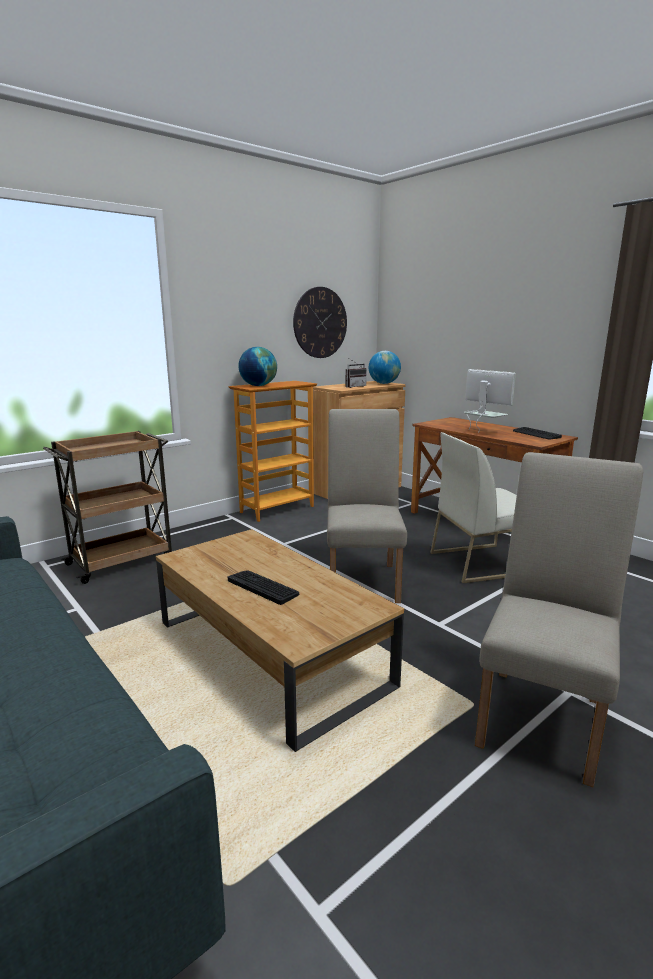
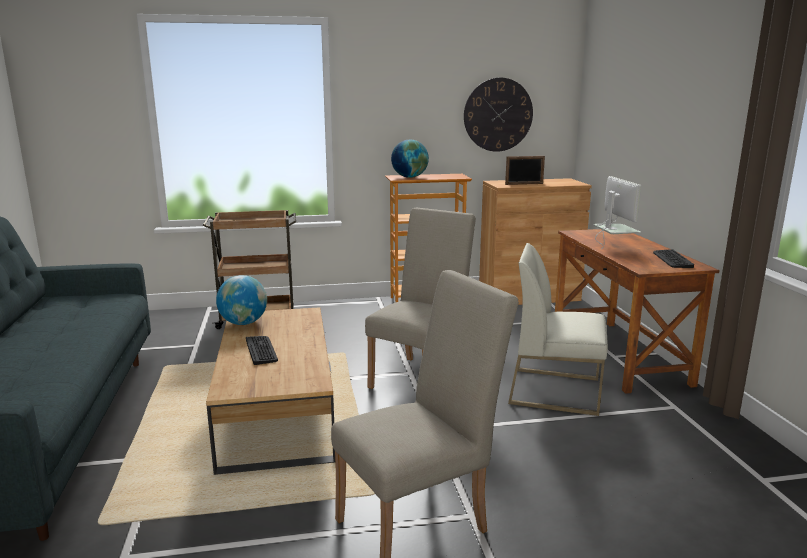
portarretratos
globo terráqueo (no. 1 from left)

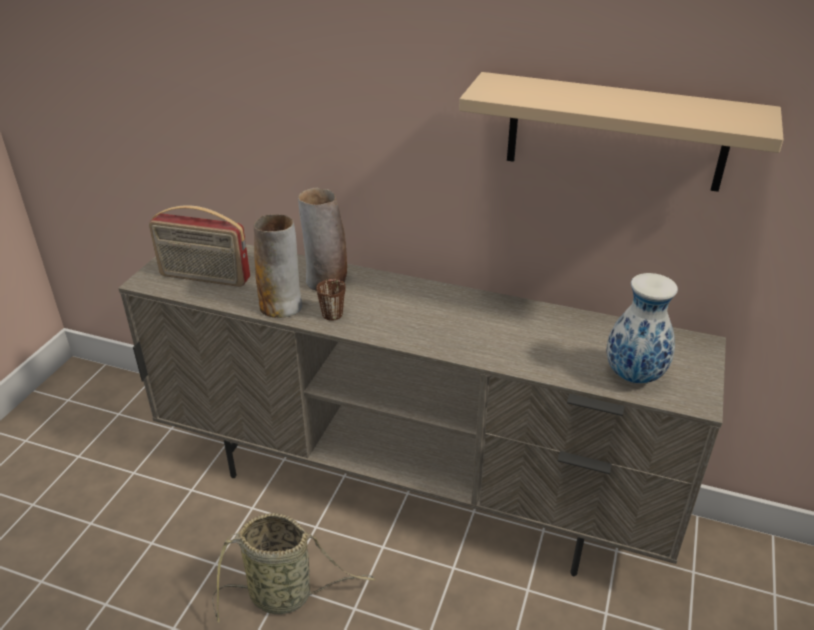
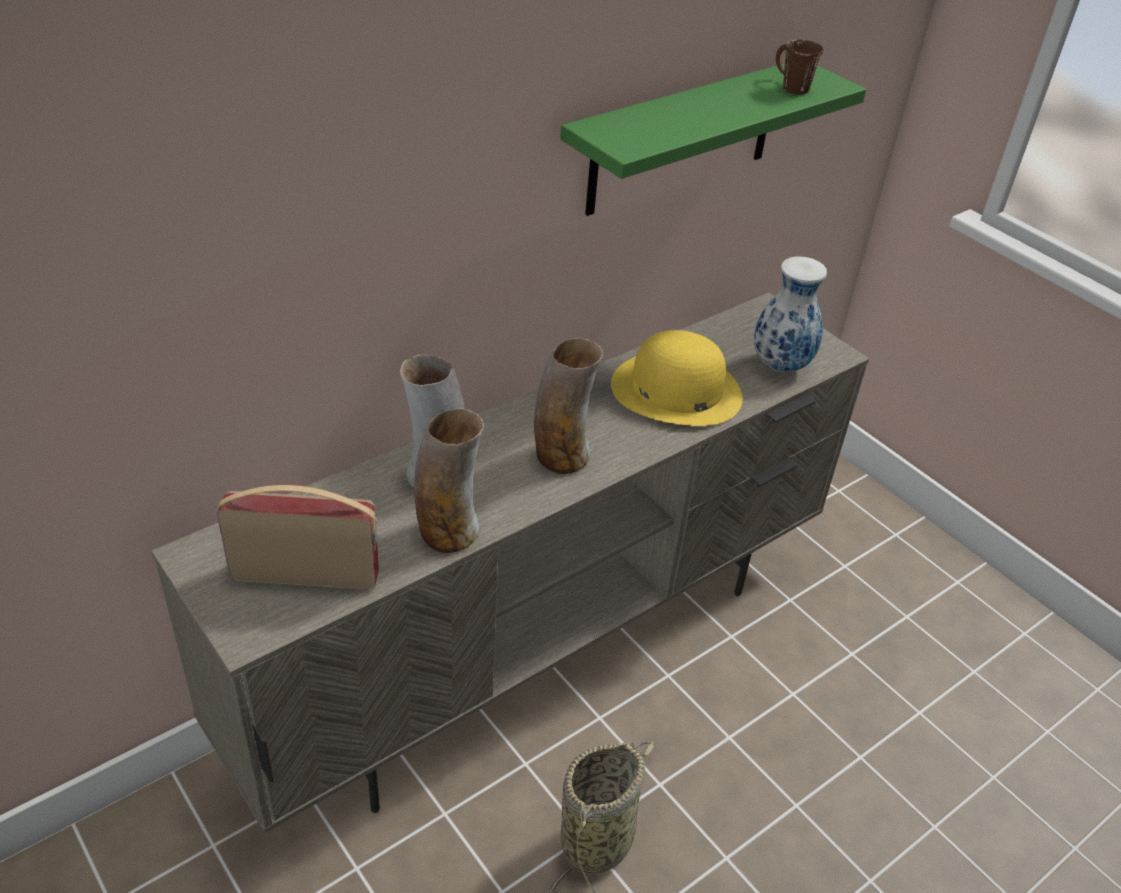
radio
taza grande [marrón]
estante [verde]
florero (no. 3 from left)
sombrero [amarillo]

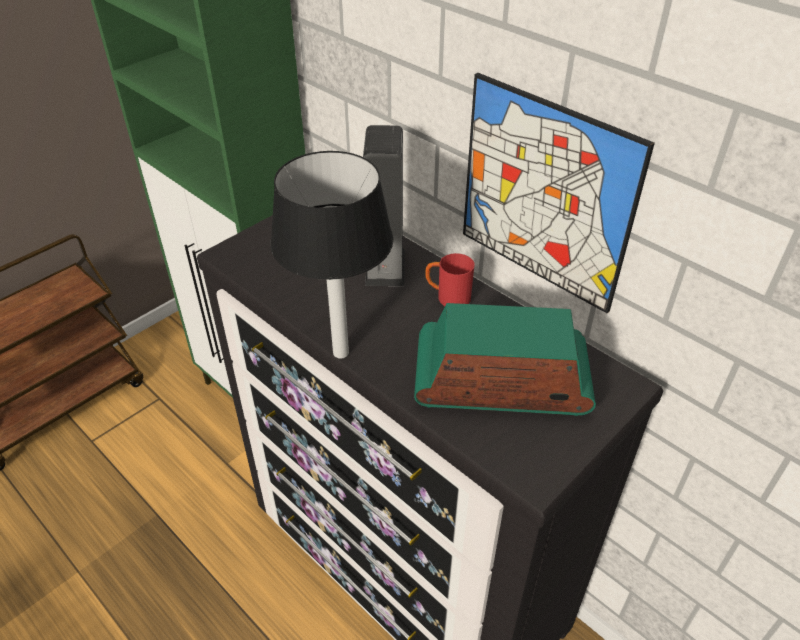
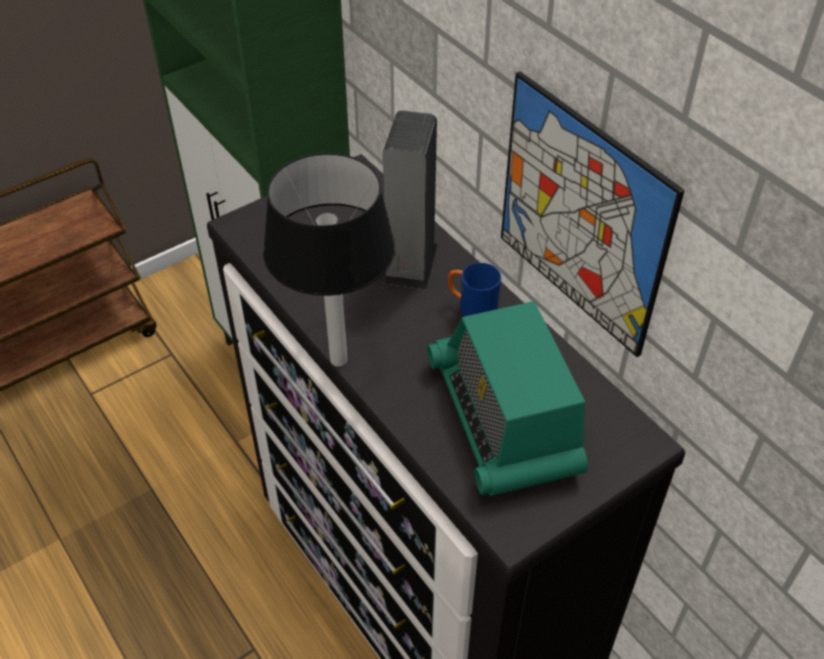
radio
taza grande [azul]

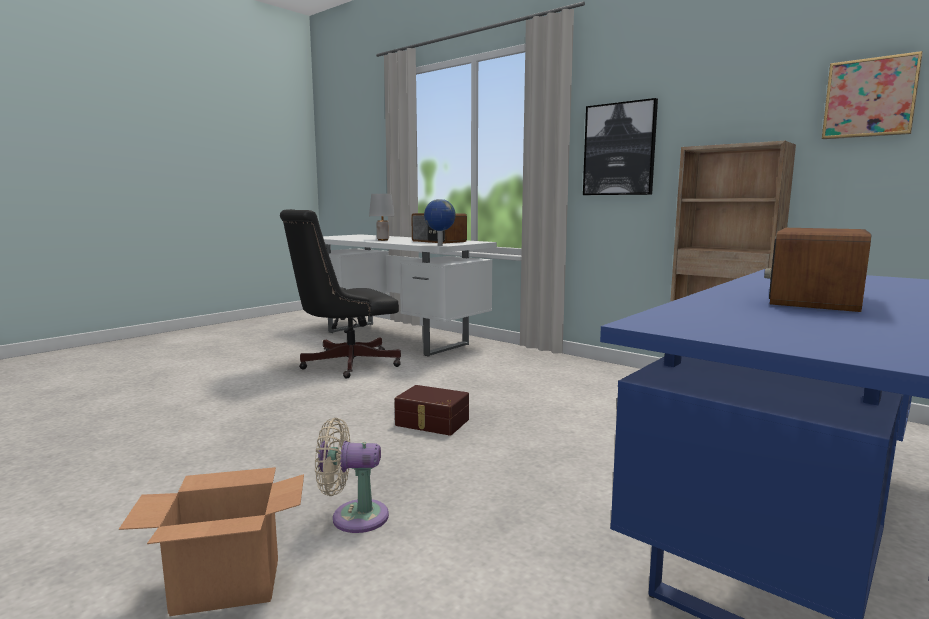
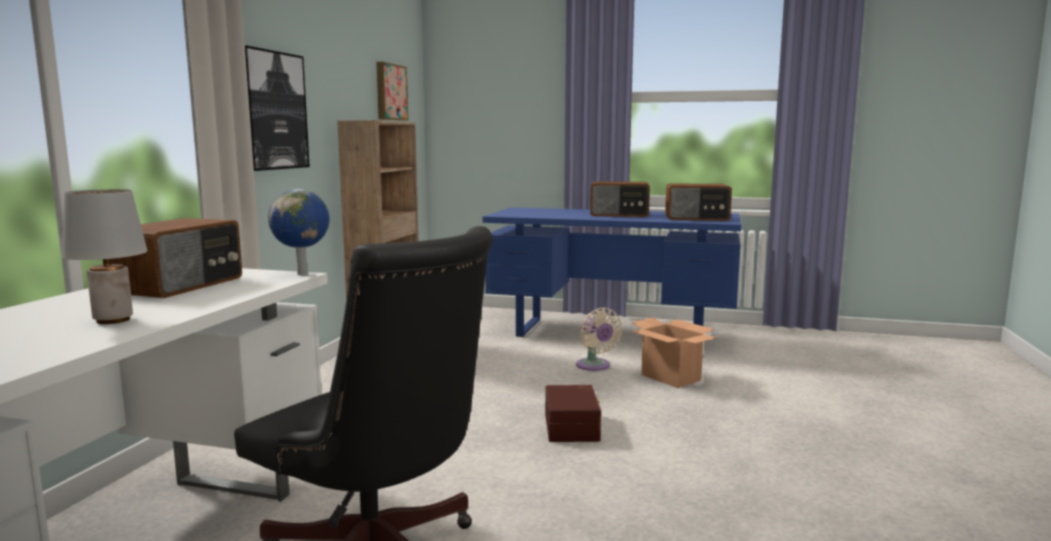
caja de cartón
ventilador [beis]
radio (no. 3 from left)

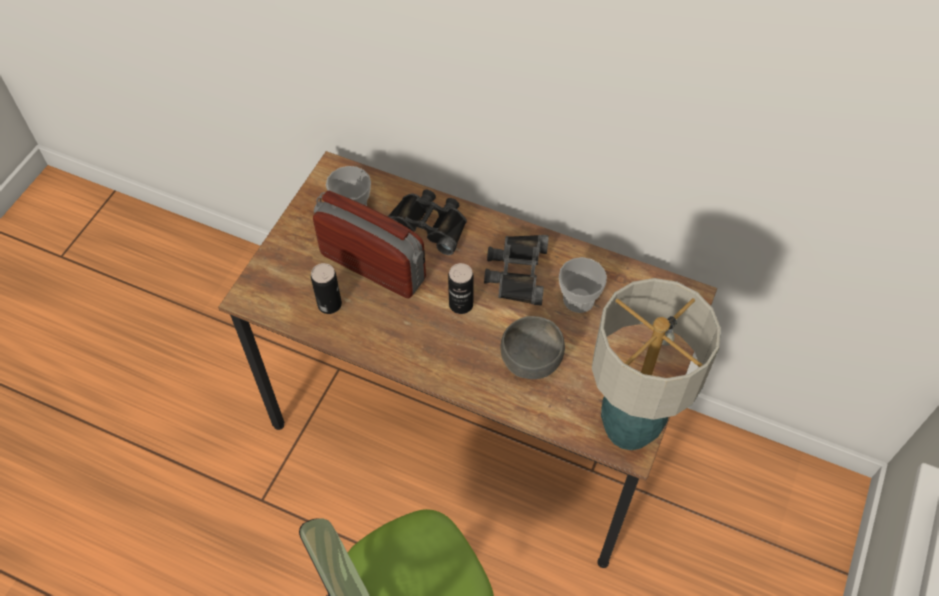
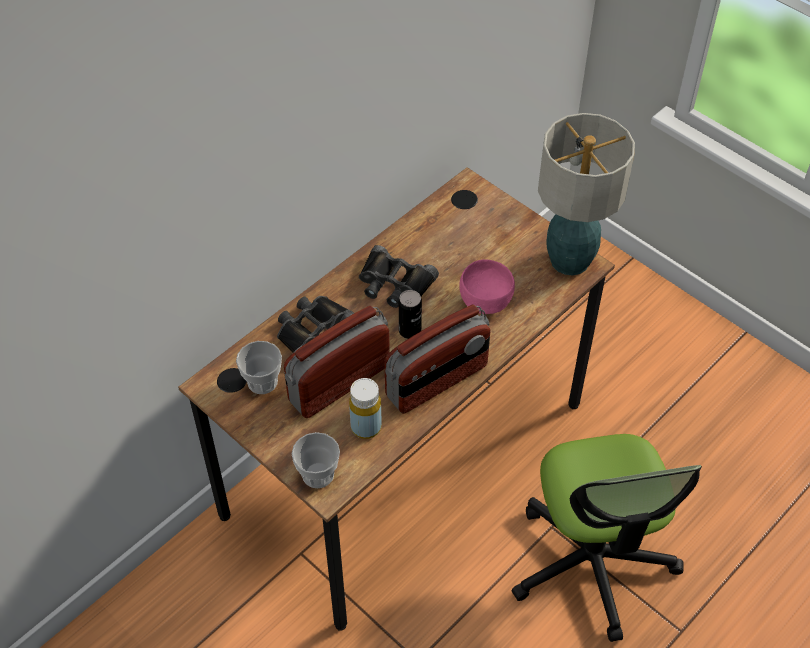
botella [amarillo]
cuenco [rosa]
taza (no. 2 from left)
radio (no. 2 from left)

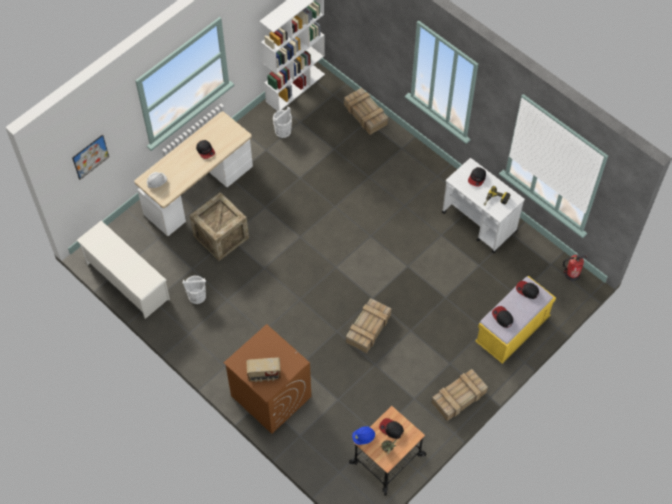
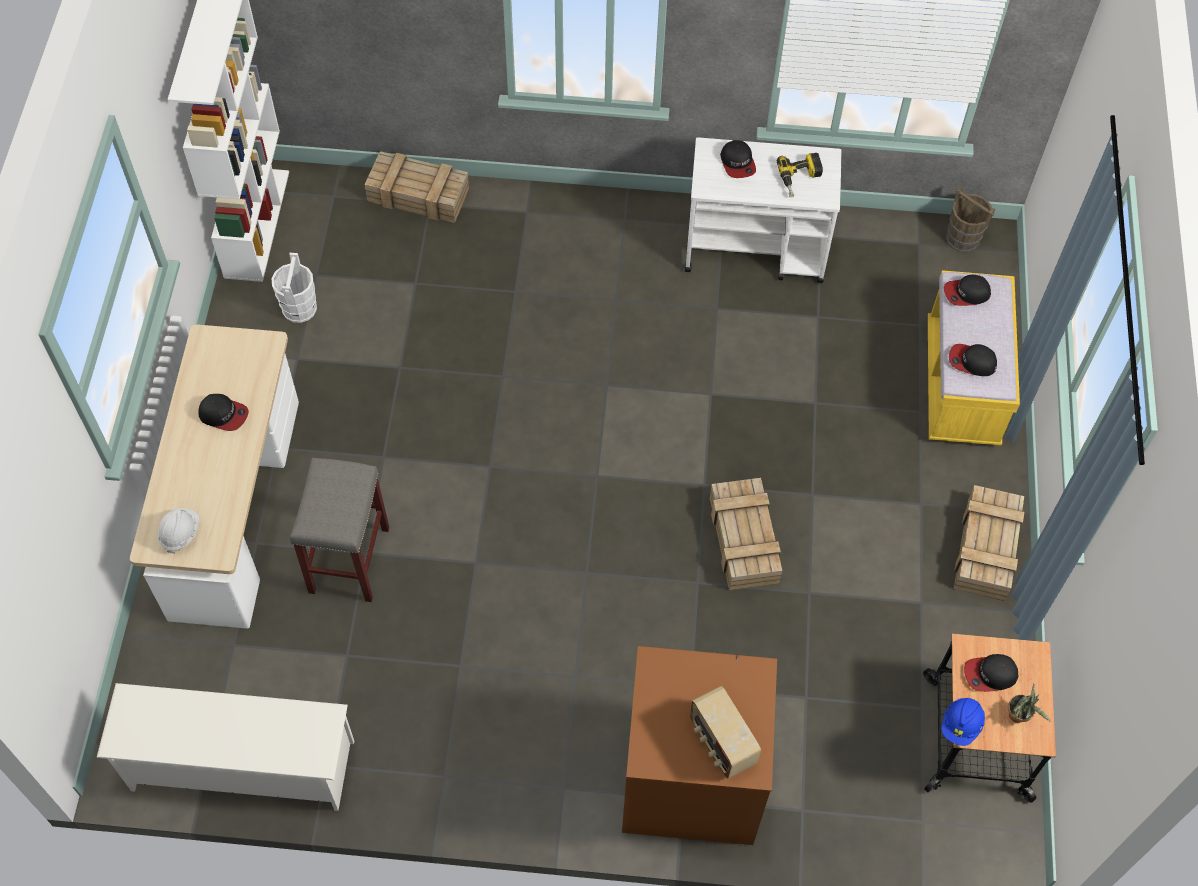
cuadro
cubo [blanco] (no. 1 from left in the first image)
taburete [gris]
radio
cubo [marrón]

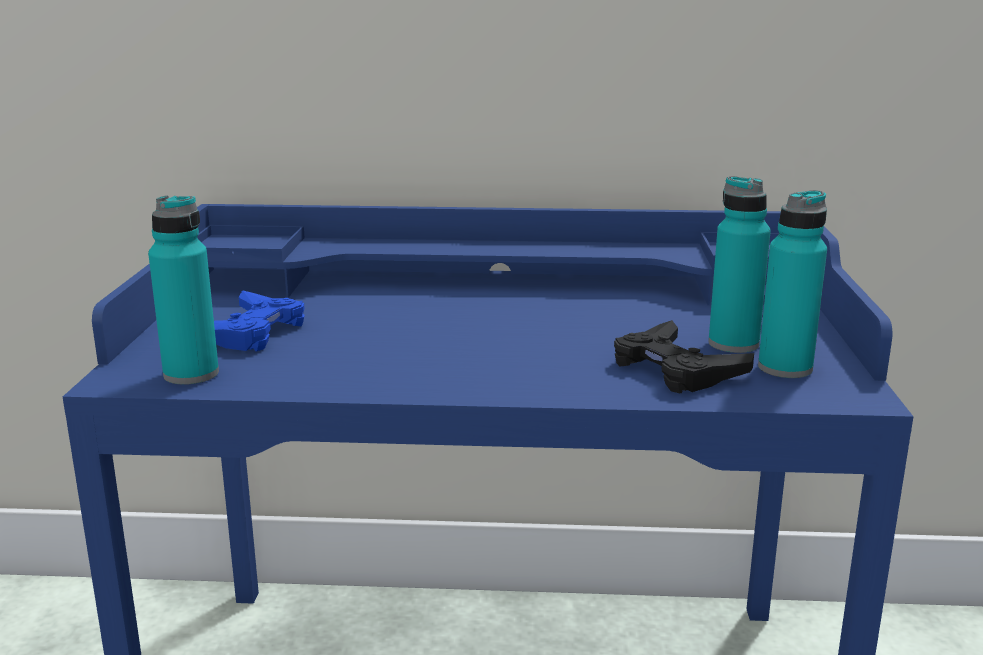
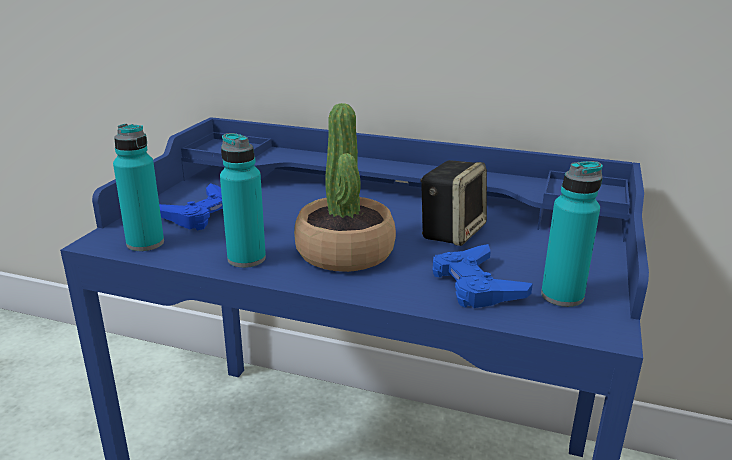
mando de consola [azul] (no. 2 from left)
botella [turquesa] (no. 2 from left)
planta en maceta
altavoz

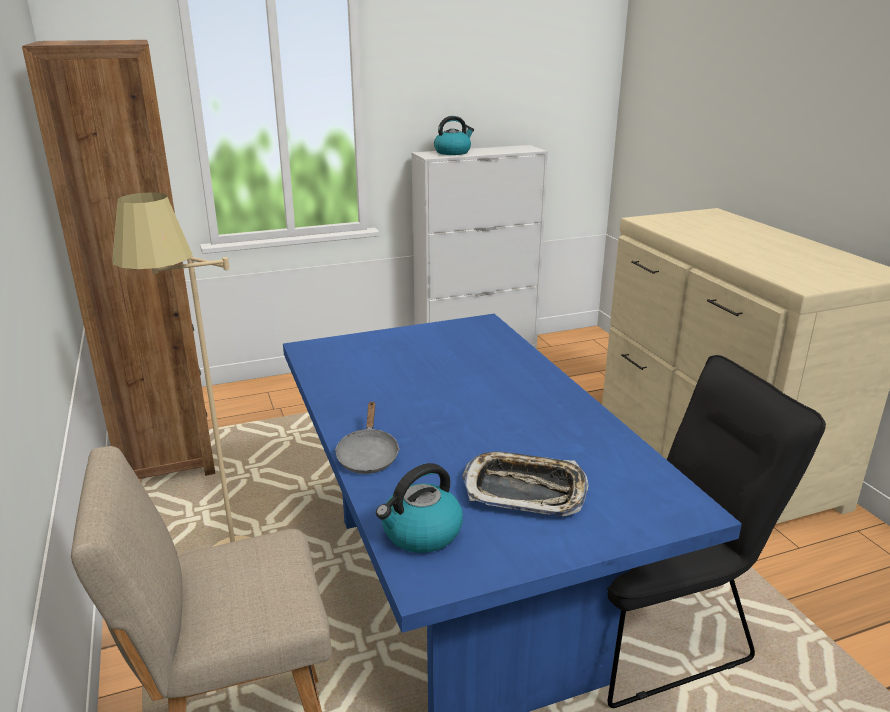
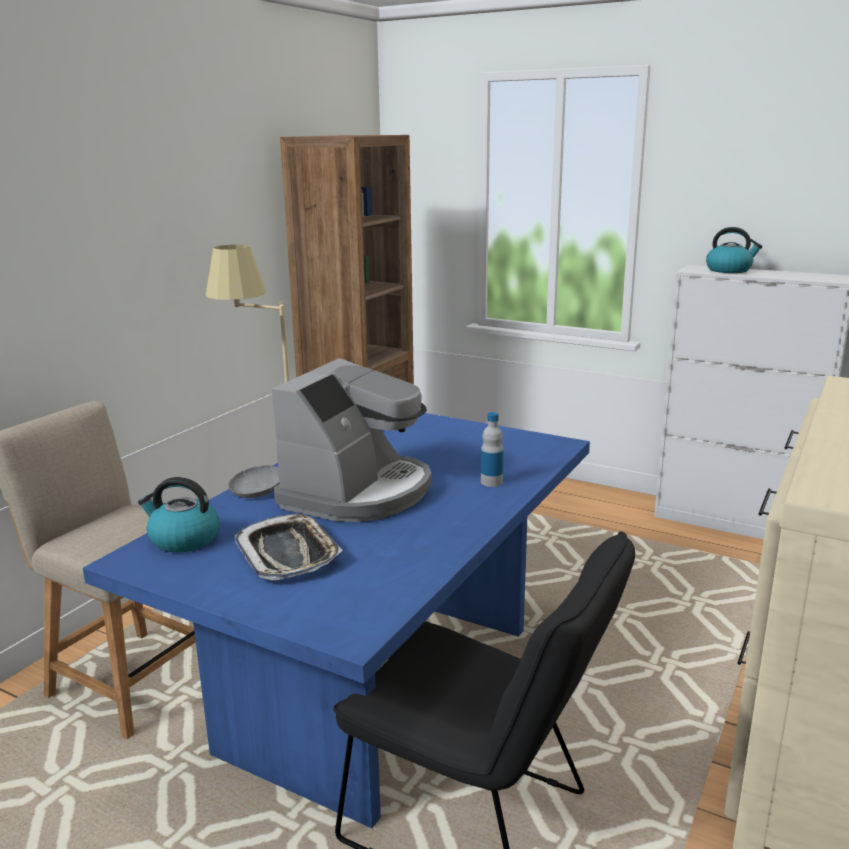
cafetera
botella

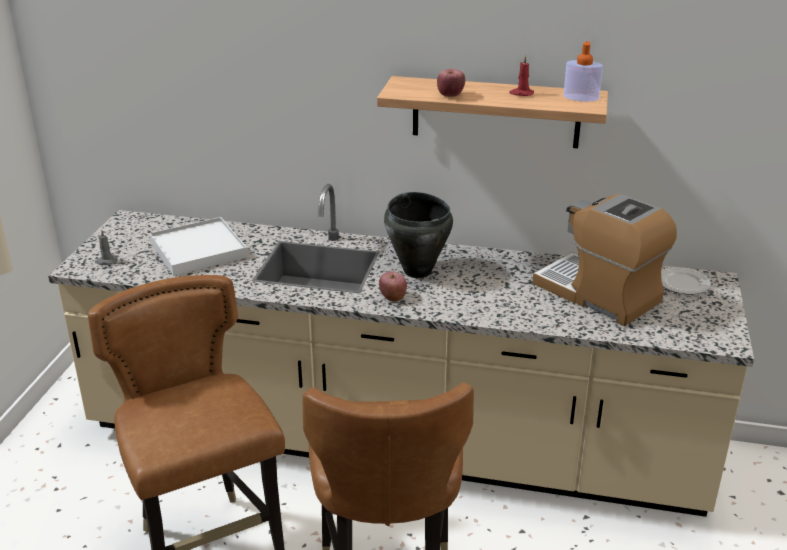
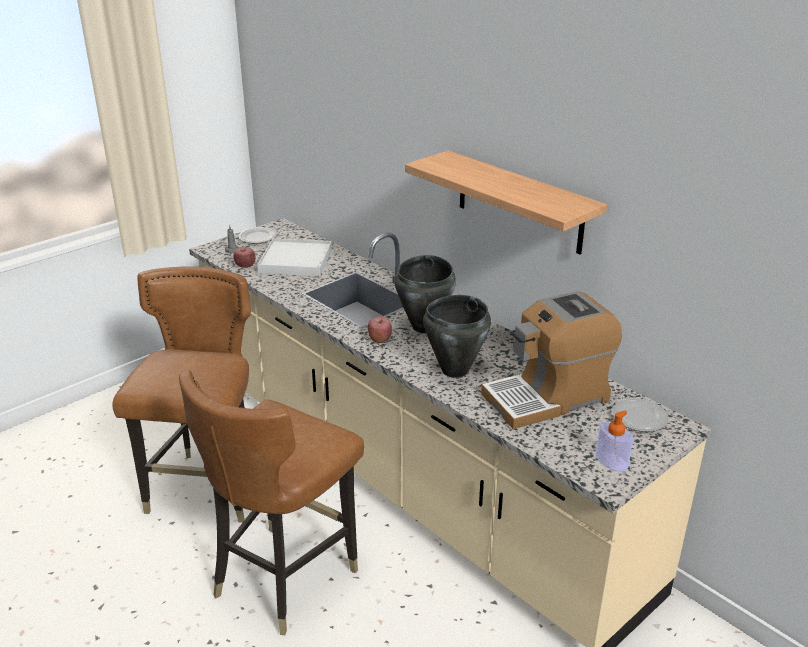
manzana (no. 1 from left)
vela [rojo]
cafetera
dispensador de jabón
plato (no. 1 from left)
olla [negro] (no. 2 from left)

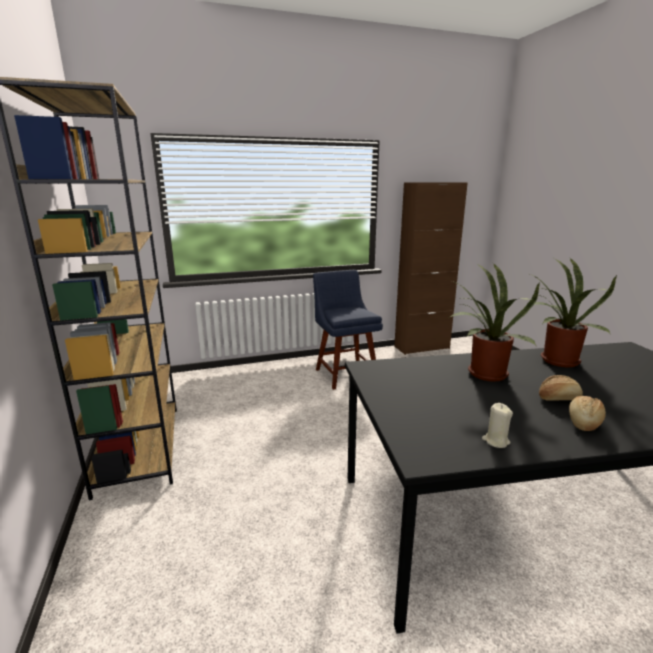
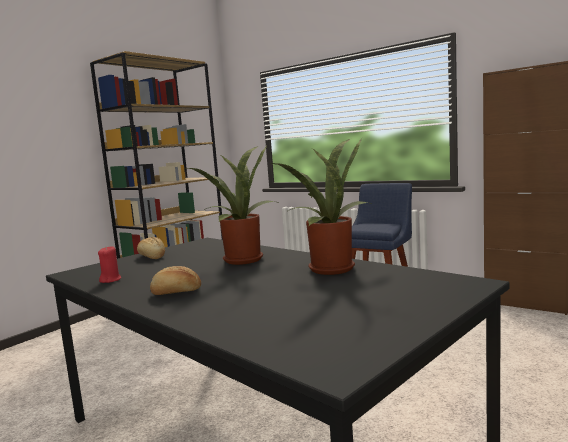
vela [rojo]
pan (no. 1 from left)

